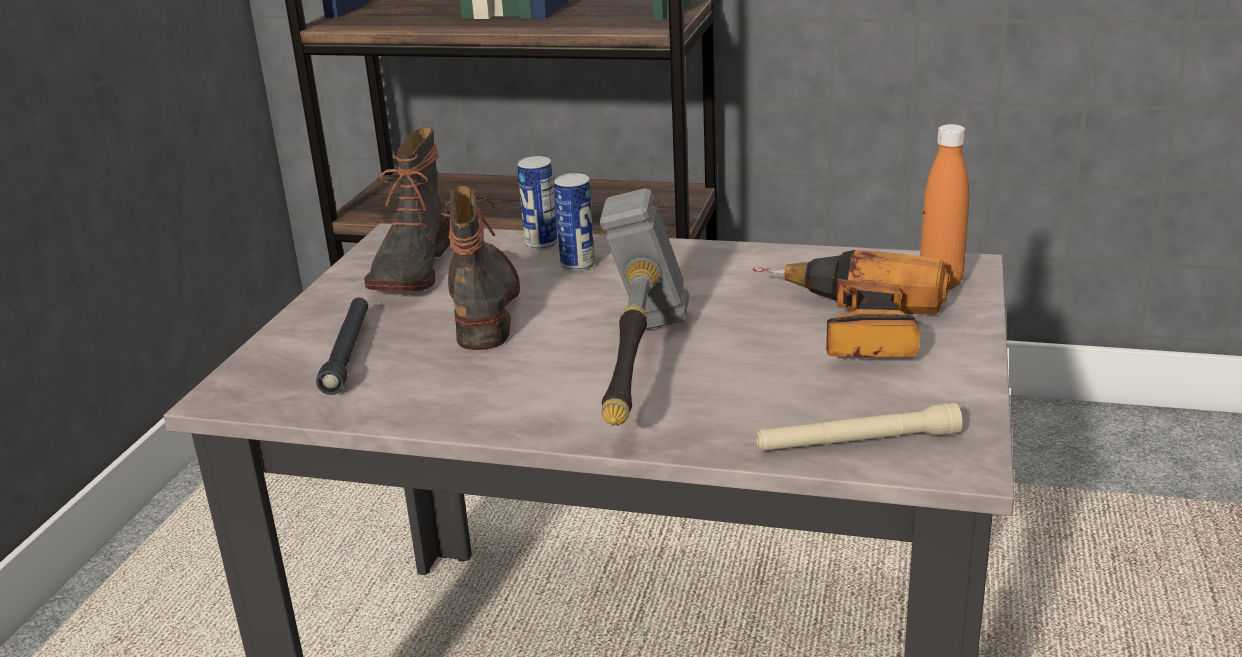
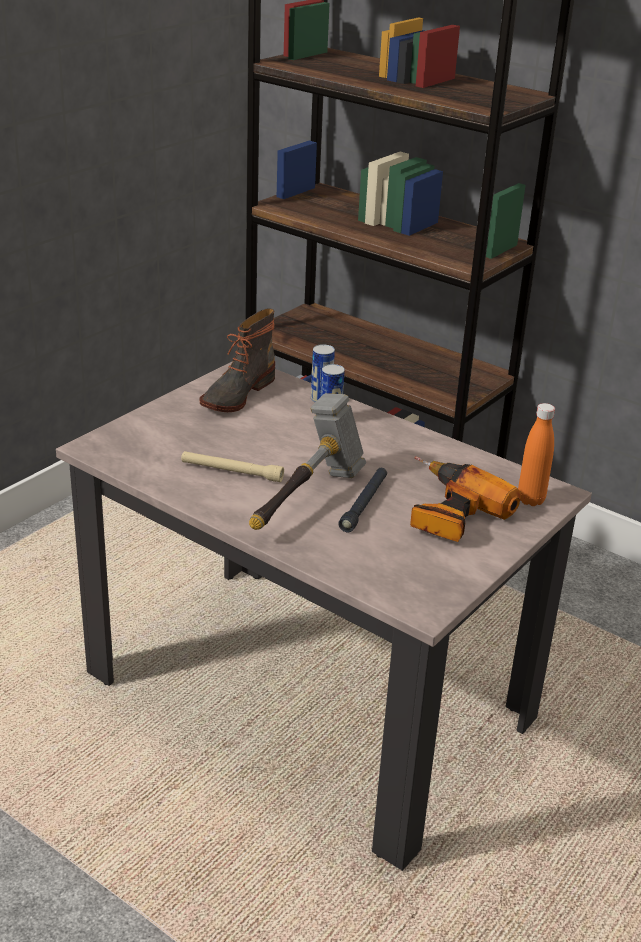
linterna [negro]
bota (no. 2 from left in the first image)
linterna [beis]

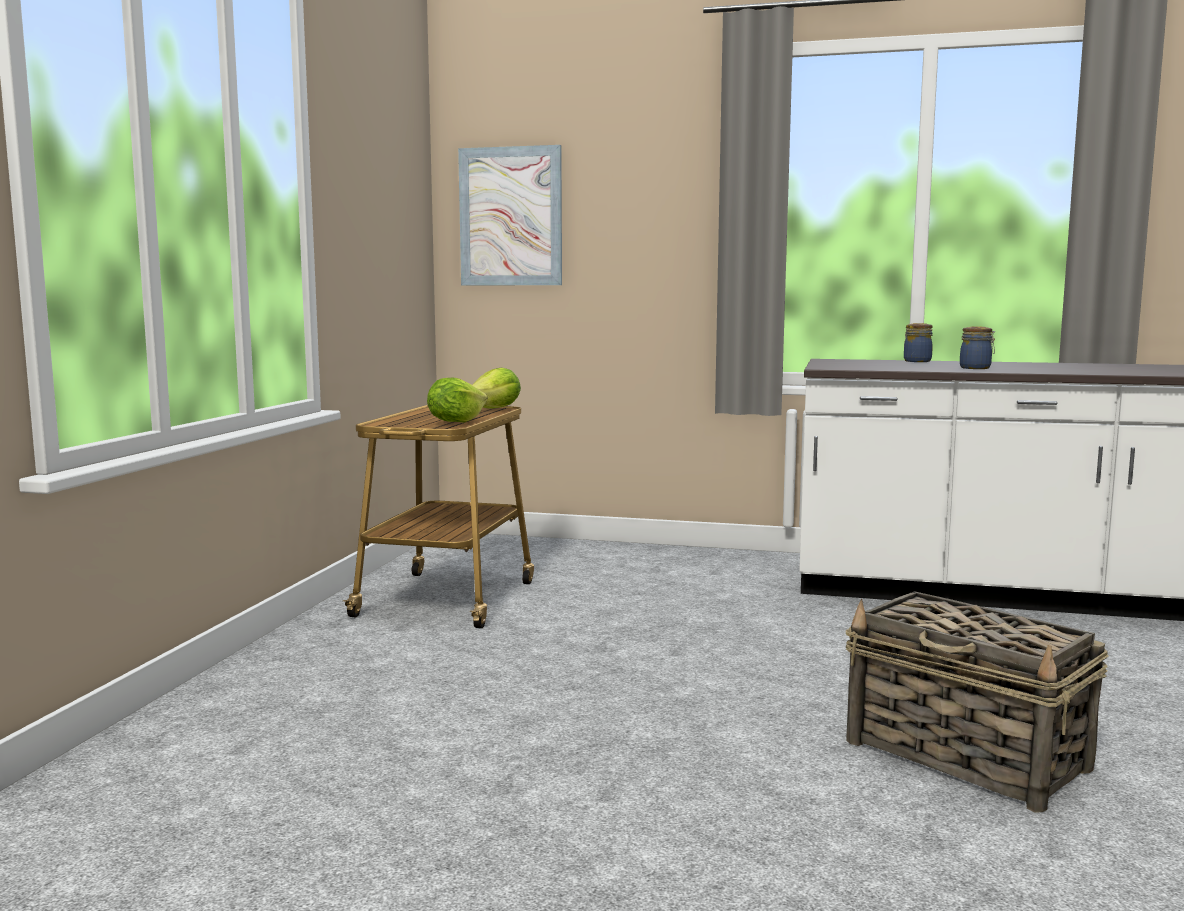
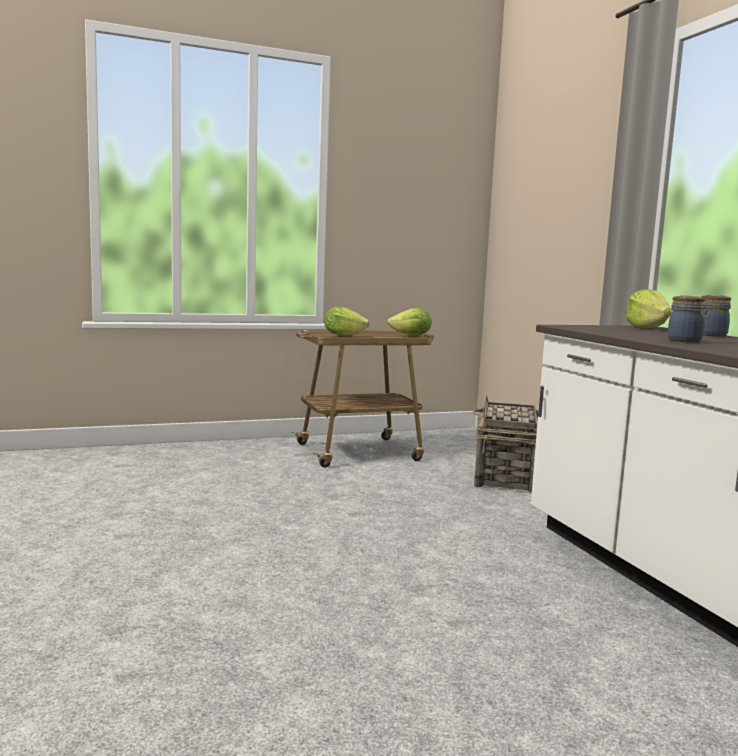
cuadro
cesta
lechuga (no. 3 from left)

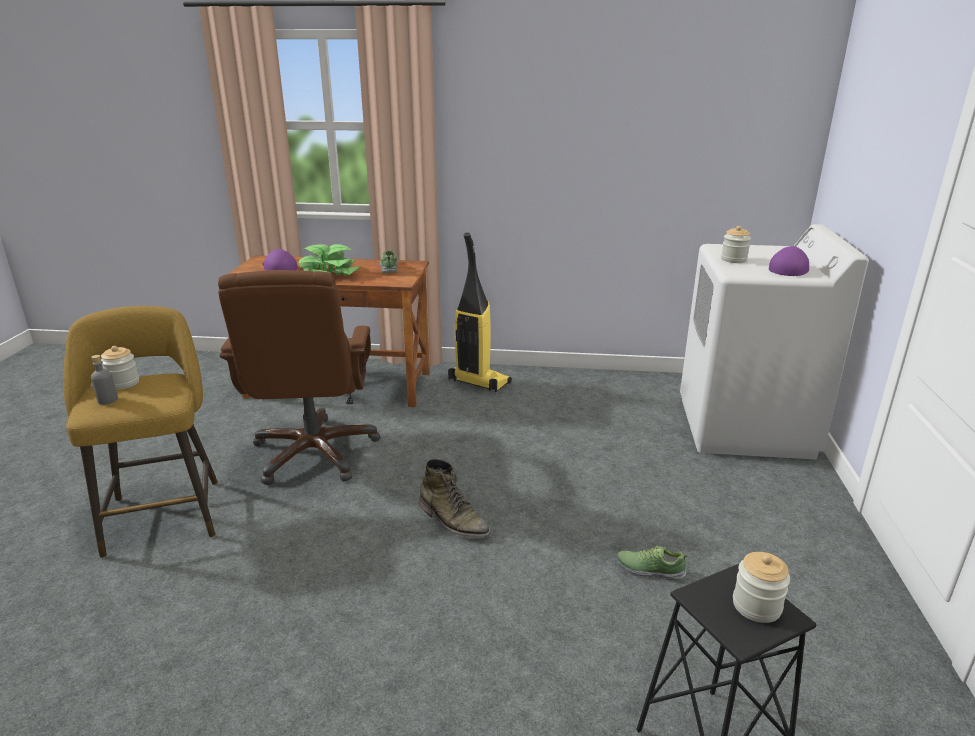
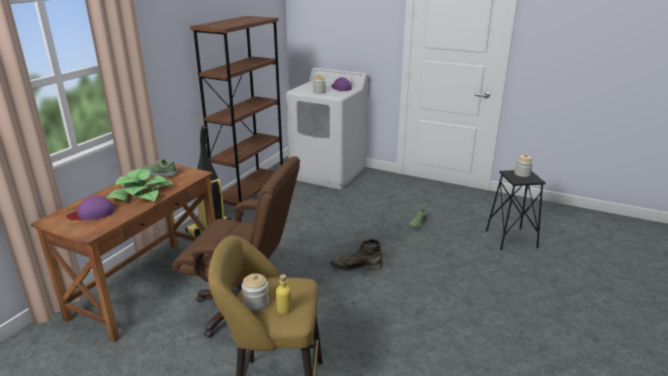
botella [amarillo]
bota [verde]
estantería [marrón]

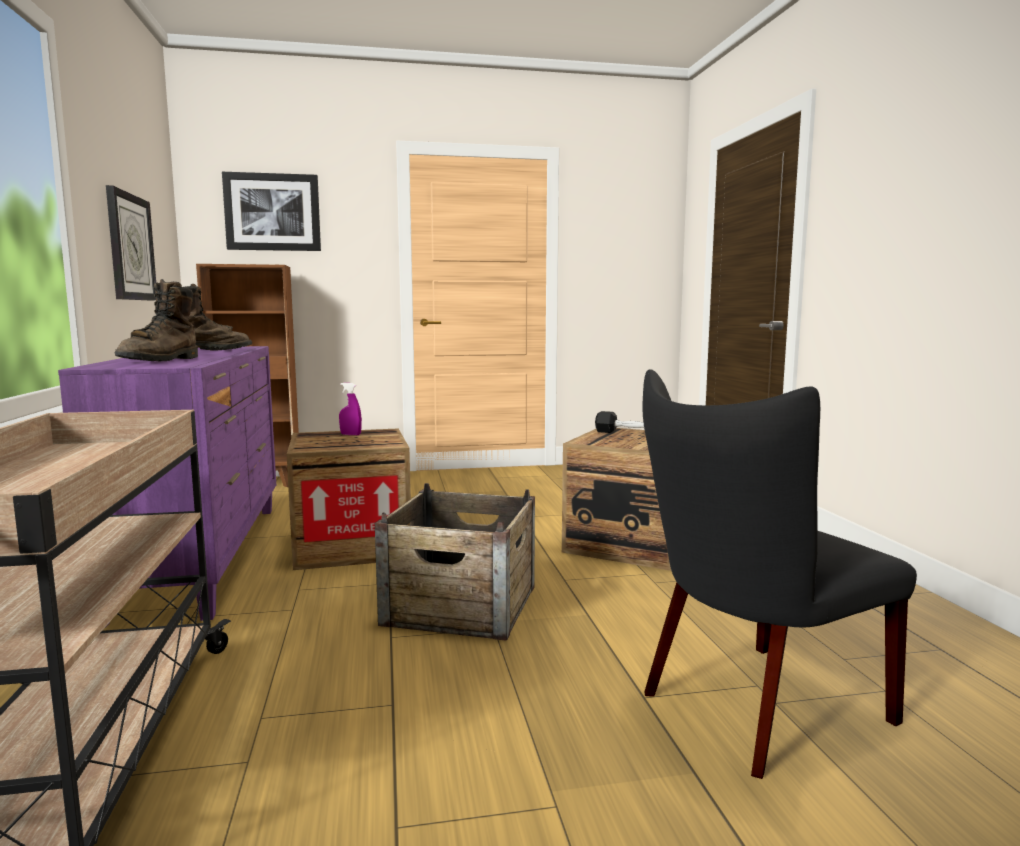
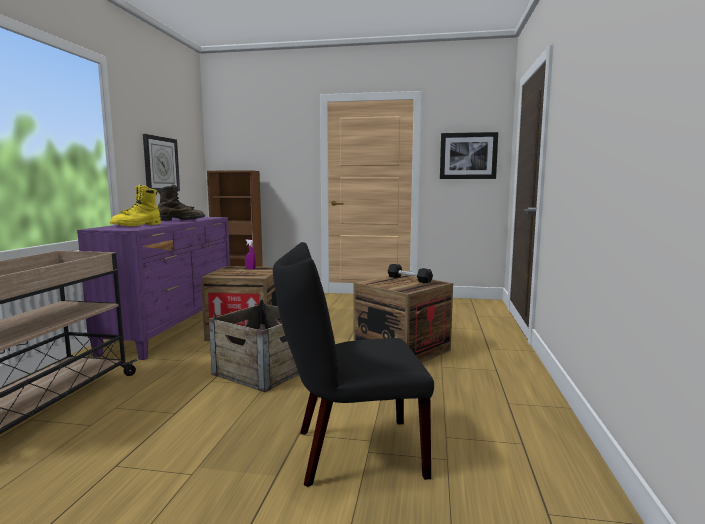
bota [amarillo]
cuadro

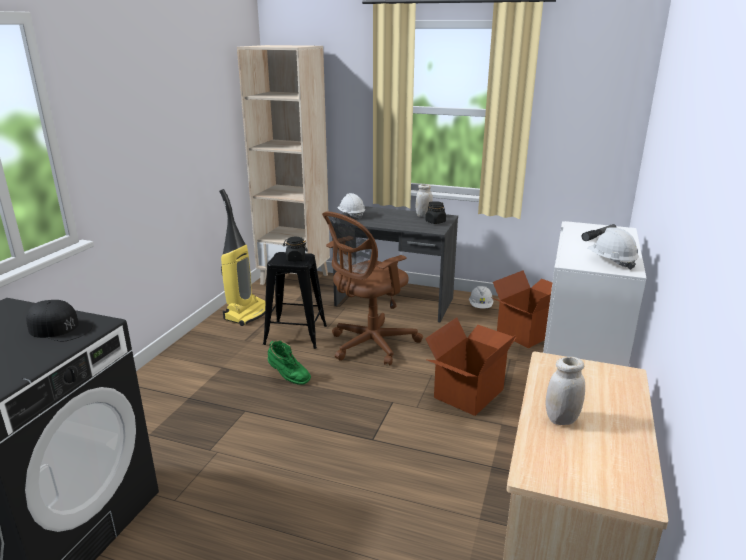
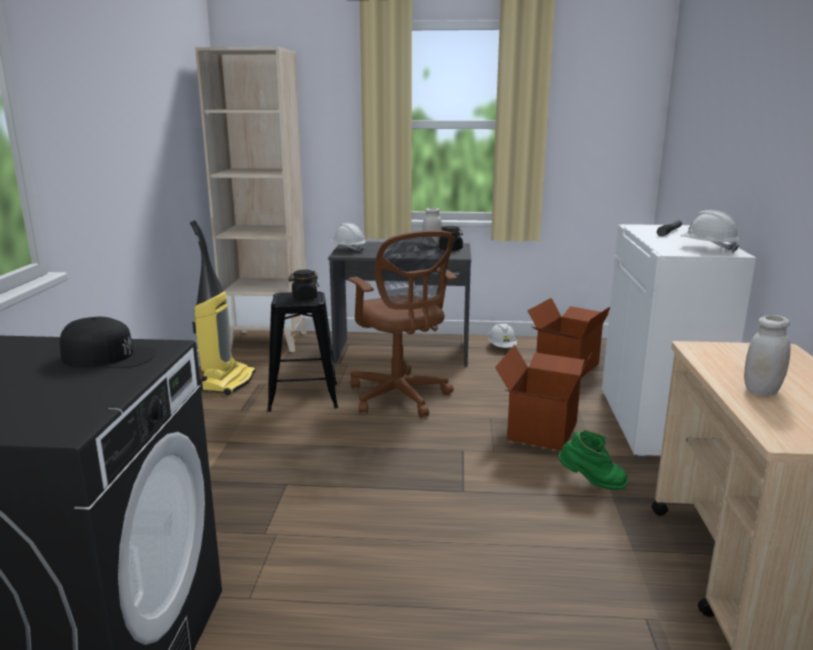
bota [verde]
silla de oficina [marrón]

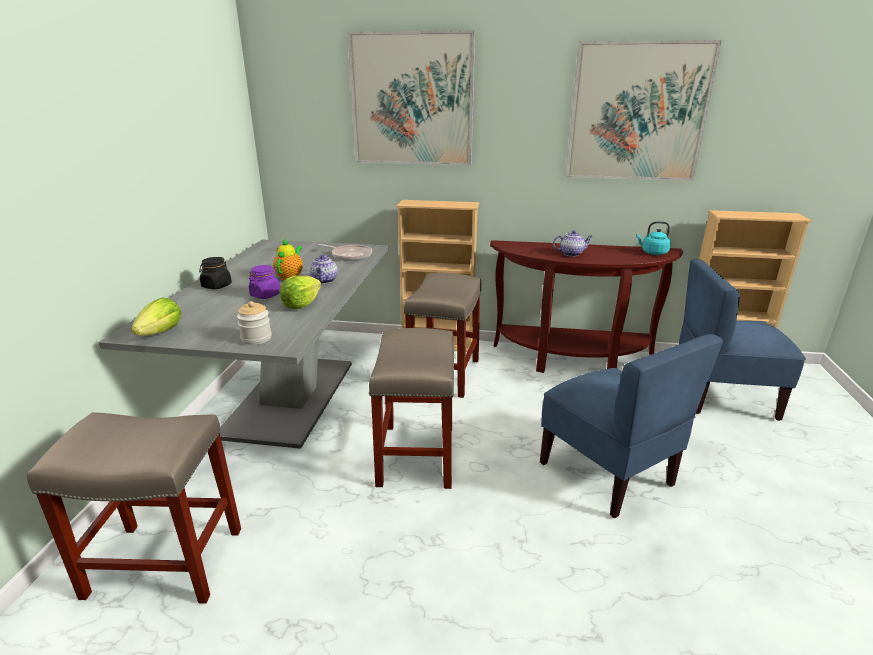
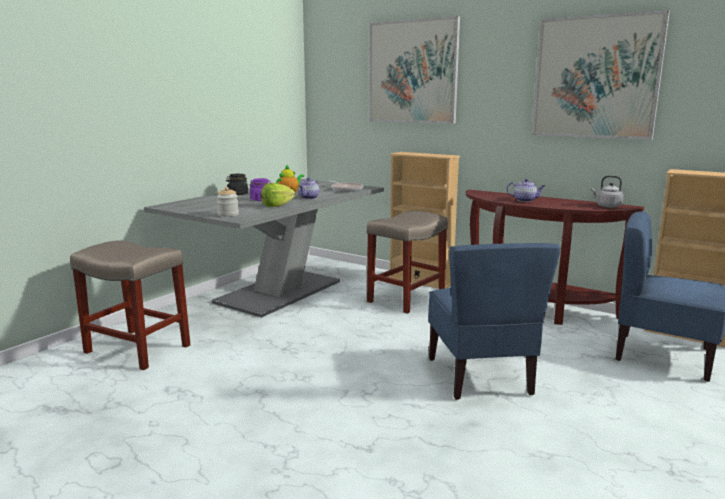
lechuga (no. 1 from left in the first image)
taburete [beis] (no. 2 from left in the first image)
hervidor [gris]

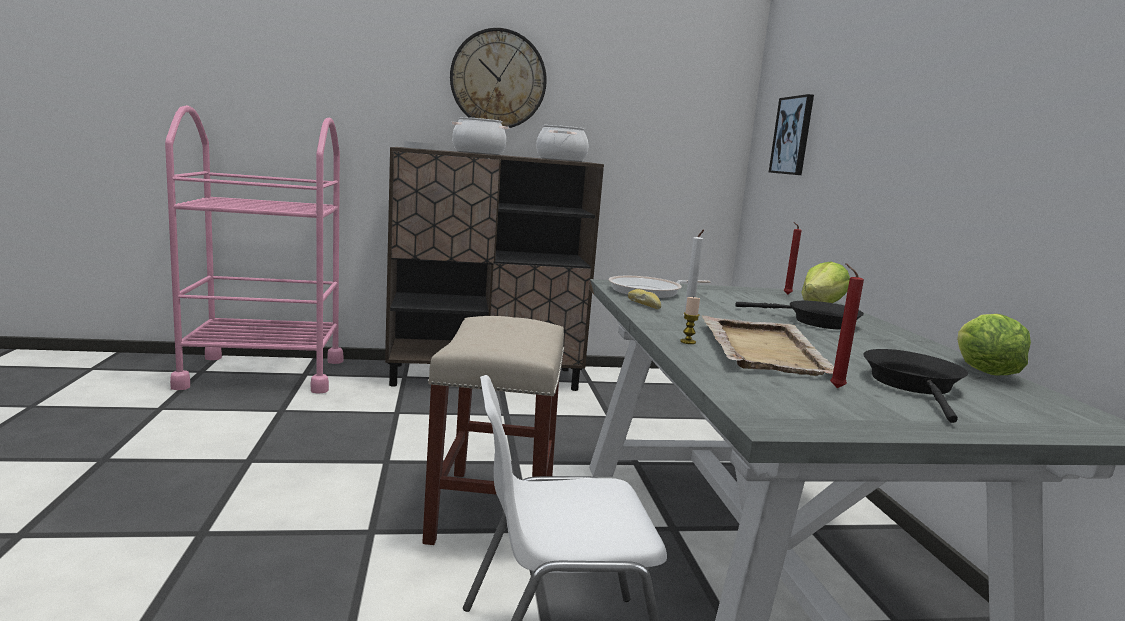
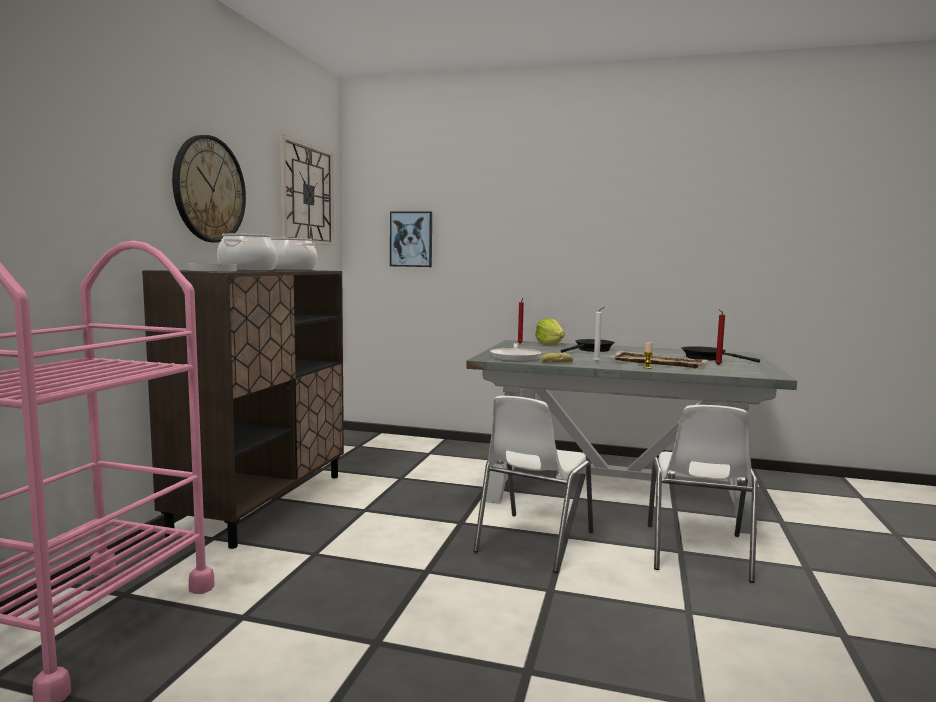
silla [blanco] (no. 1 from left)
lechuga (no. 2 from left in the first image)
reloj de pared (no. 2 from left)

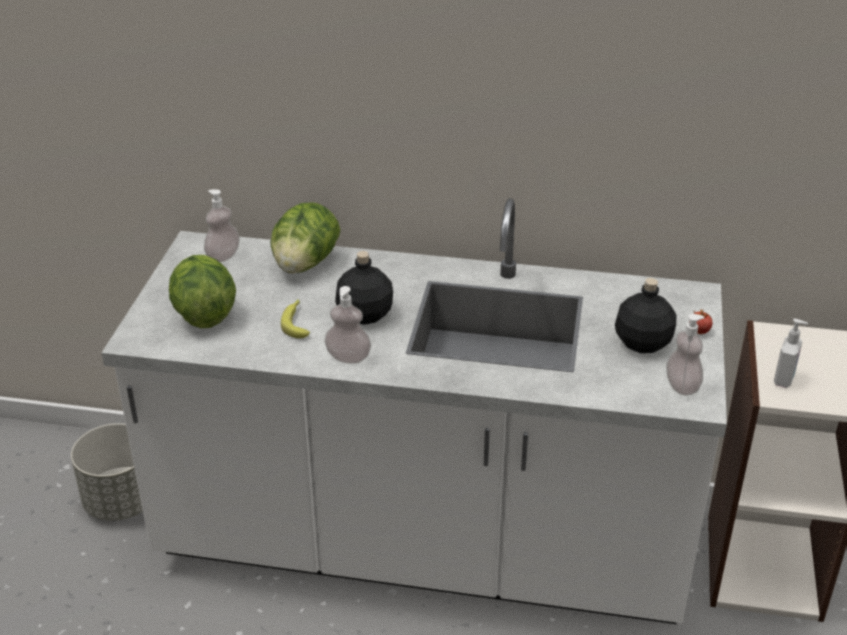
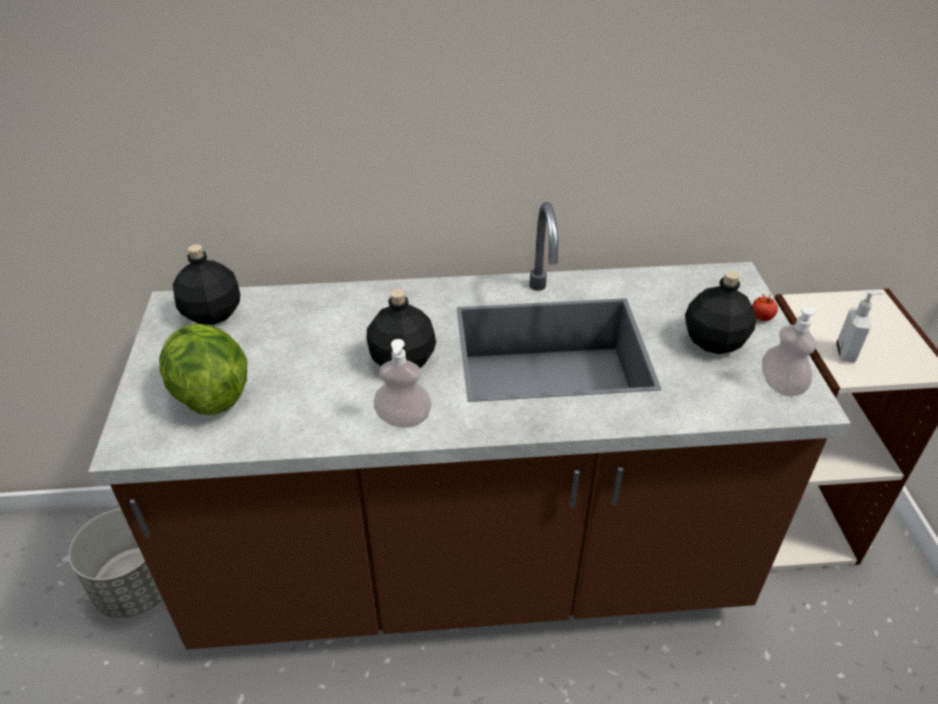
mueble bajo de cocina [marrón]
botella [negro] (no. 1 from left)
lechuga (no. 2 from left in the first image)
plátano

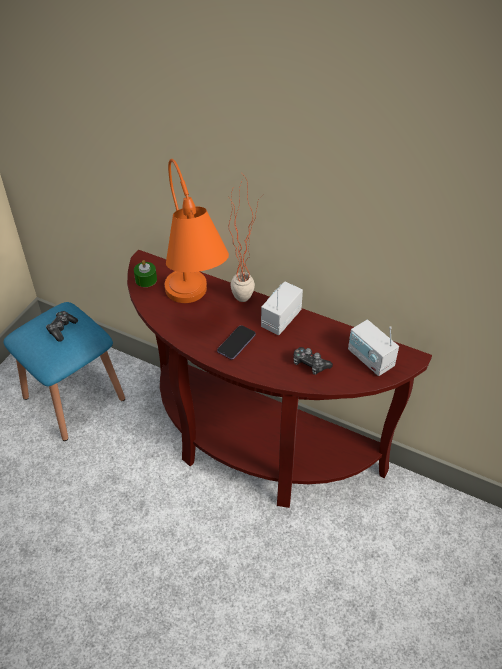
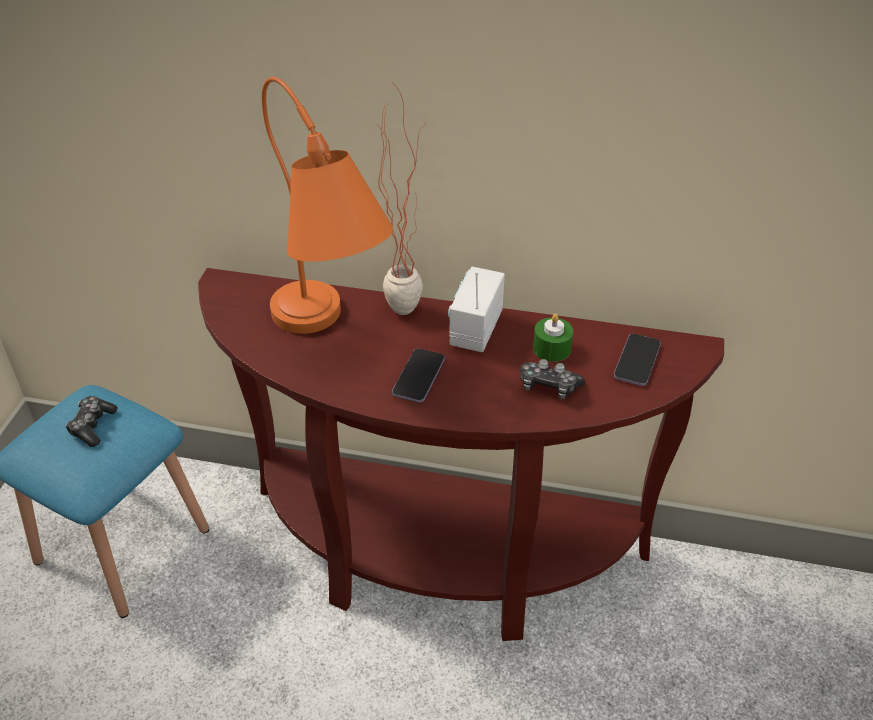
vela [verde]
móvil (no. 2 from left)

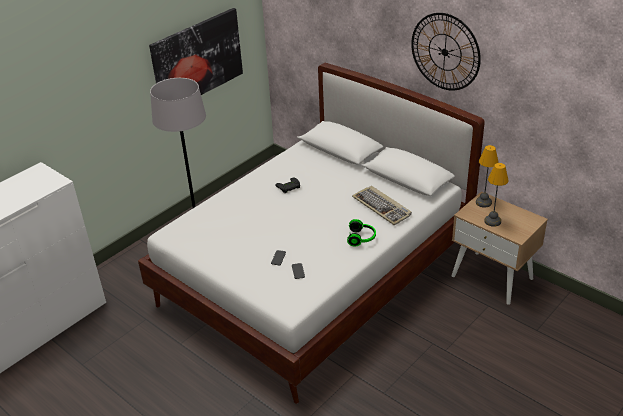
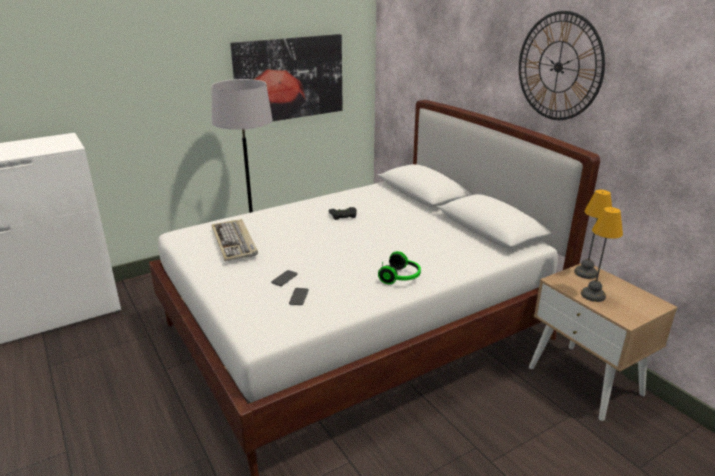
teclado

